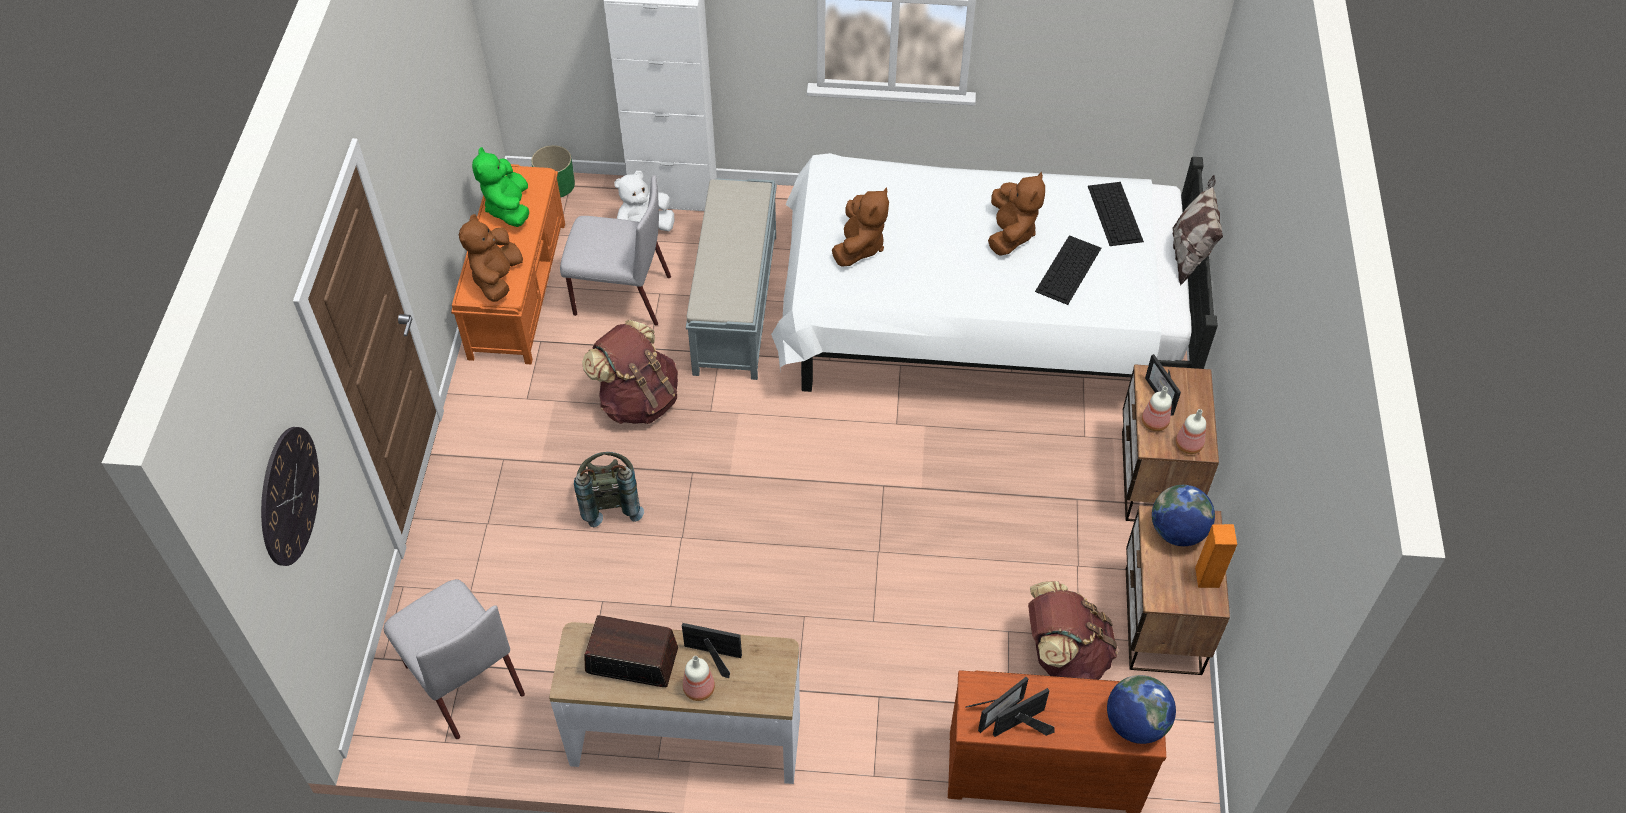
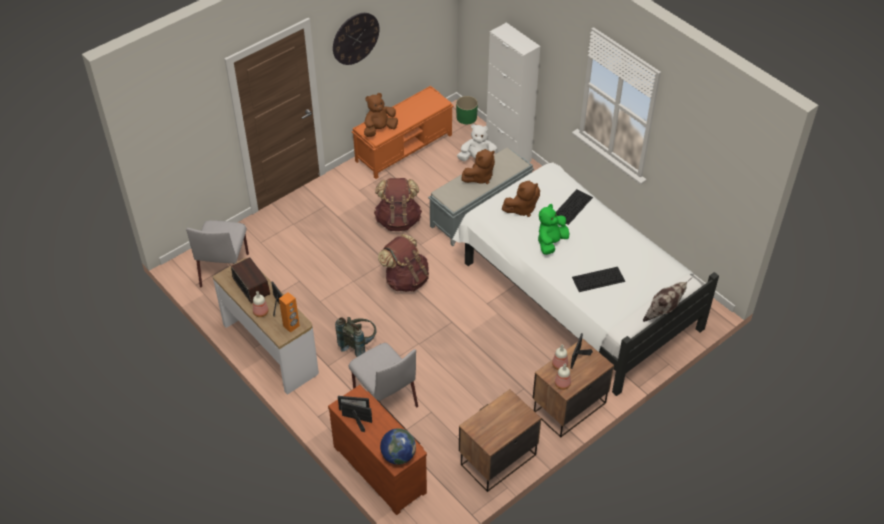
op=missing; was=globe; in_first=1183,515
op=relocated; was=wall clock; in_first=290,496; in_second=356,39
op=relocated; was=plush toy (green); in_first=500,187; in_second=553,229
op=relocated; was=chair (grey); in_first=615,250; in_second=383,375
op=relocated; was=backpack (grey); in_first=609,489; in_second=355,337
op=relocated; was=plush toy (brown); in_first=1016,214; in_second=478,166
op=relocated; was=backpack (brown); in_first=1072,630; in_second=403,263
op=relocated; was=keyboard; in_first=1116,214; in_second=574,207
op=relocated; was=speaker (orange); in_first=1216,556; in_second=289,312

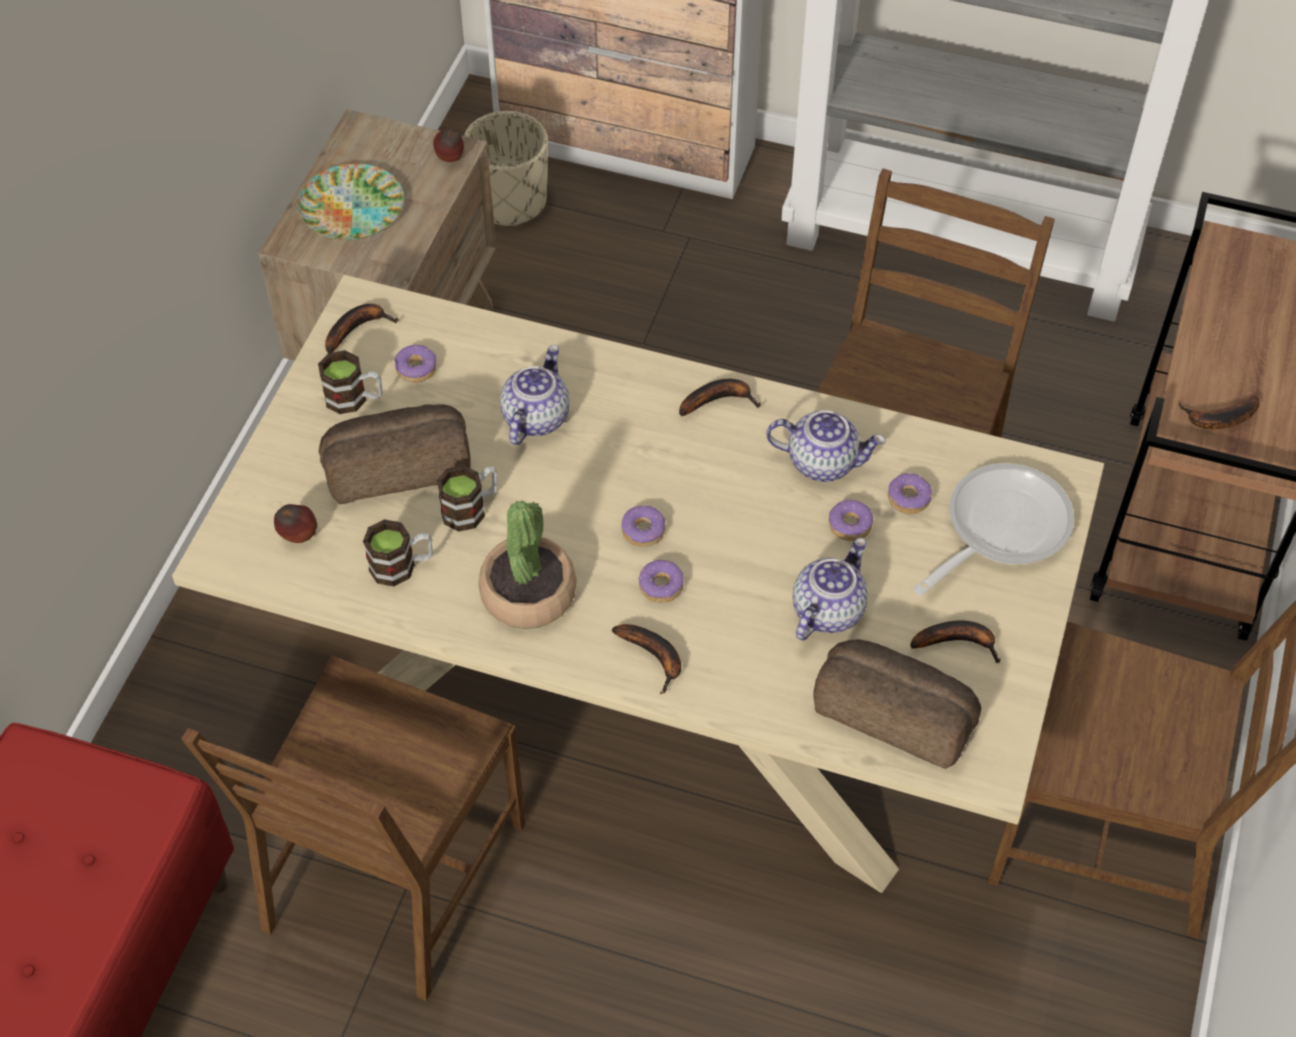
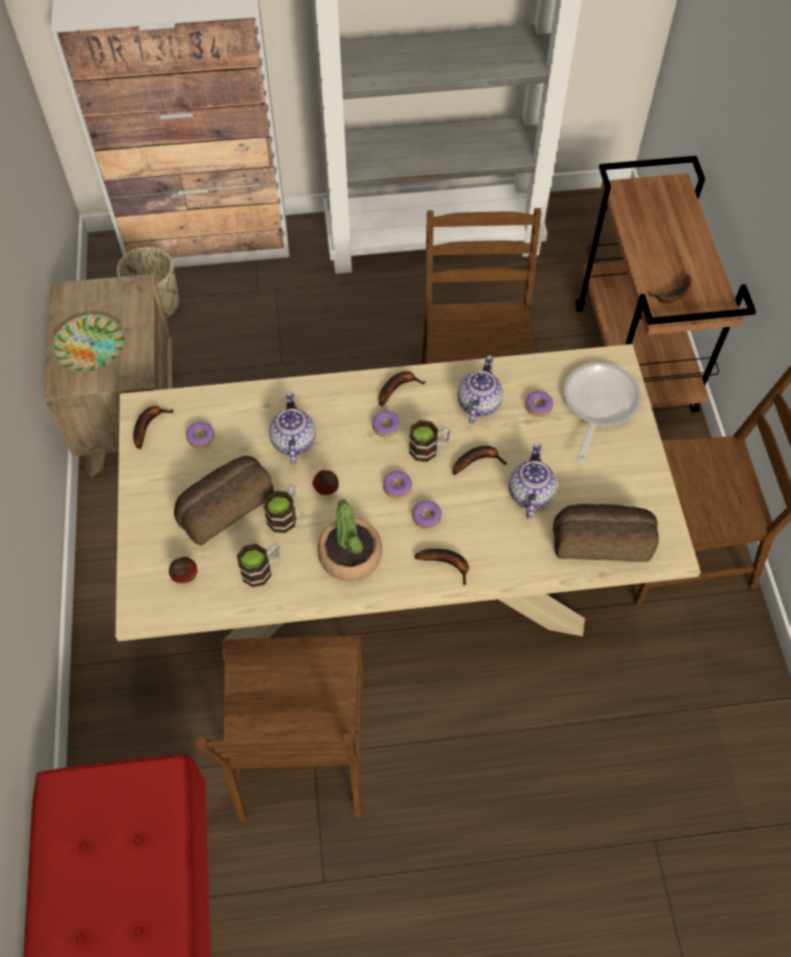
op=relocated; was=mug; in_first=350,382; in_second=430,441
op=relocated; was=apple; in_first=448,145; in_second=326,482
op=relocated; was=donut; in_first=851,520; in_second=386,423
op=relocated; was=banana; in_first=955,641; in_second=479,460
op=spun; was=teapot; in_first=826,446; in_second=480,389; clockwise=-60

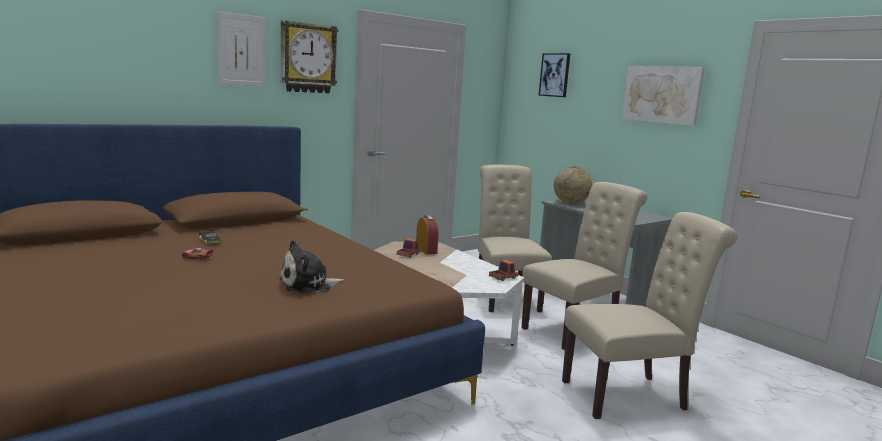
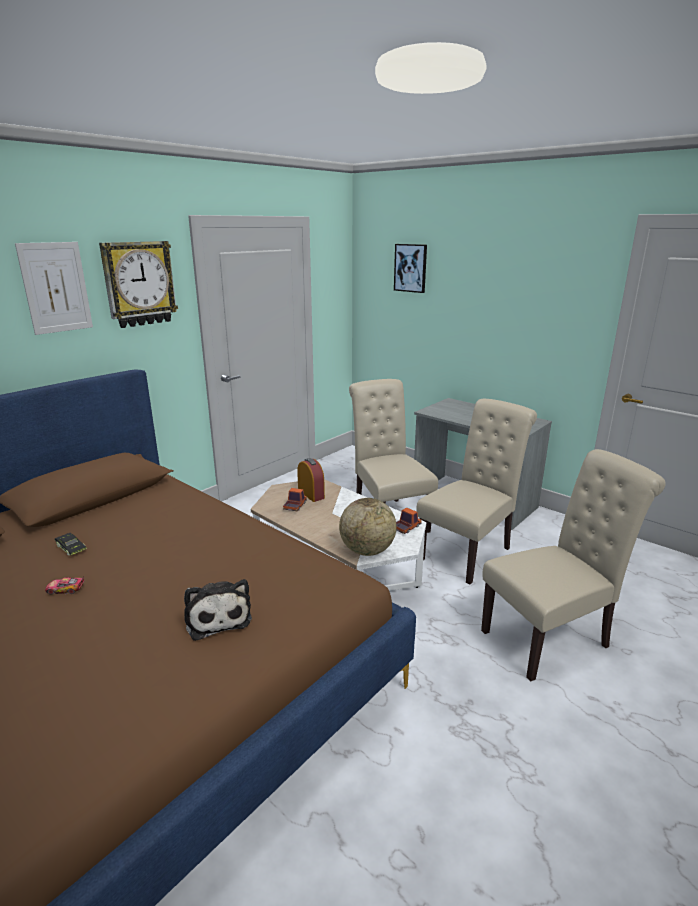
op=missing; was=picture; in_first=663,96
op=relocated; was=globe; in_first=573,185; in_second=368,527
op=spun; was=plush toy; in_first=311,266; in_second=218,610; clockwise=-75

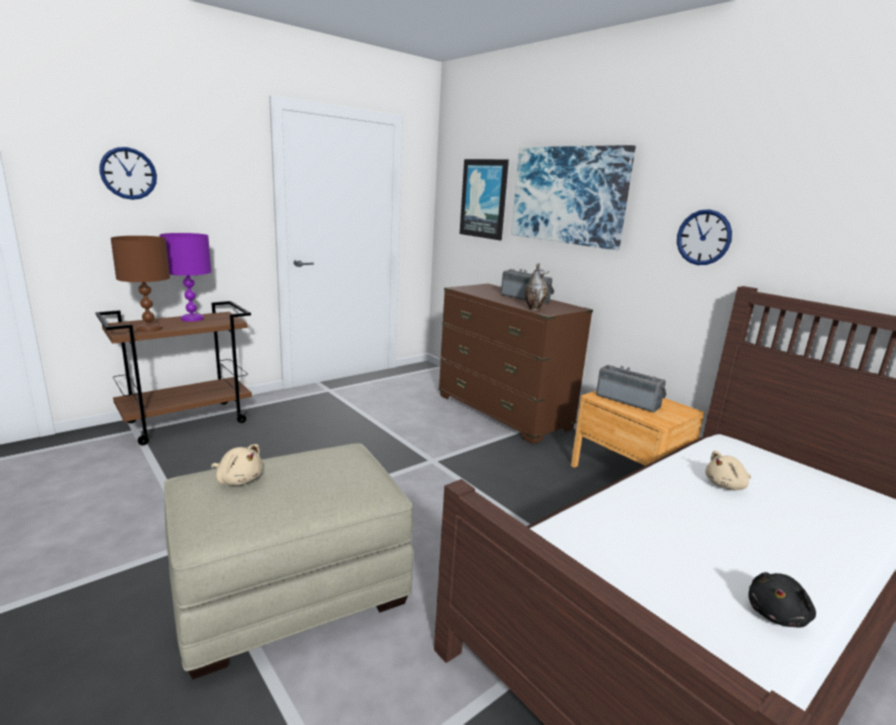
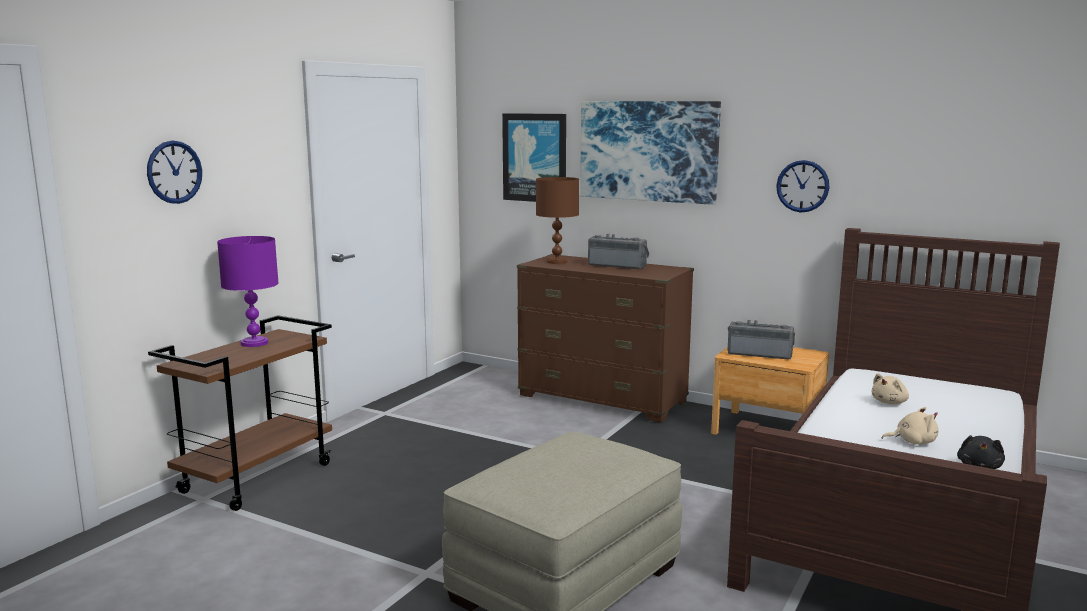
op=missing; was=vase; in_first=536,287
op=relocated; was=table lamp (brown); in_first=140,284; in_second=557,220
op=relocated; was=plush toy (beige); in_first=237,465; in_second=910,426

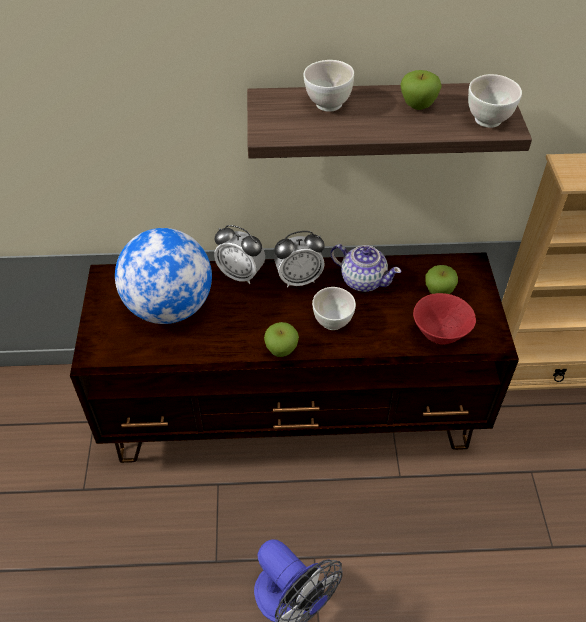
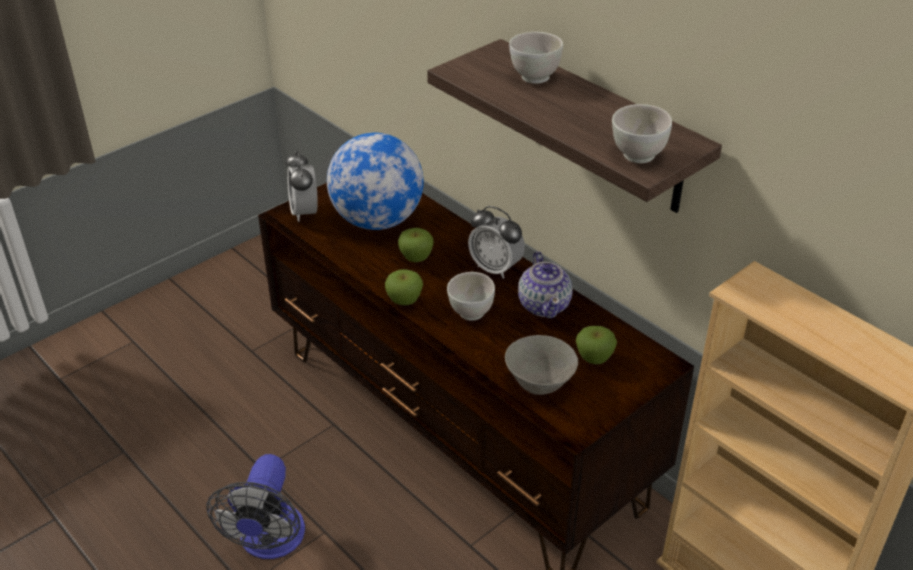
op=relocated; was=alarm clock; in_first=239,254; in_second=302,186
op=relocated; was=apple; in_first=421,90; in_second=416,245
op=colour; was=bowl (red); now=bowl (grey); in_first=444,319; in_second=541,365

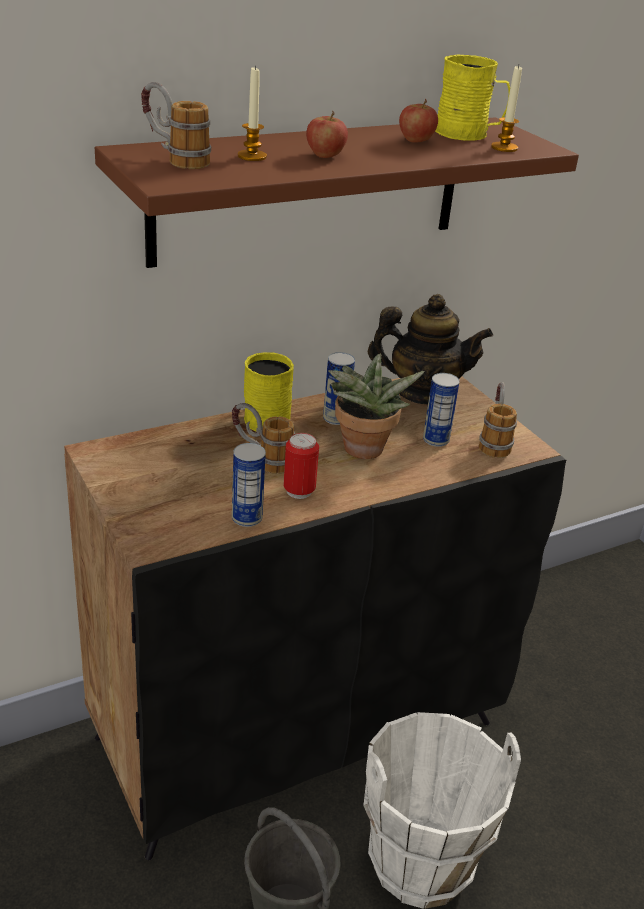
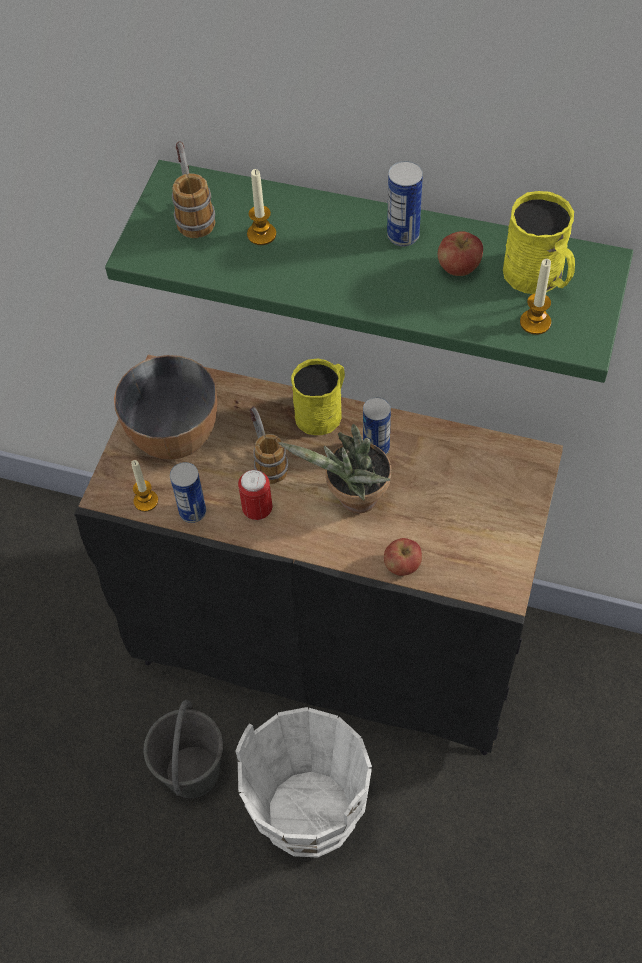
op=missing; was=teapot; in_first=430,349
op=missing; was=mug; in_first=498,420
op=appeared; now=bowl; in_second=166,407
op=appeared; now=candle; in_second=144,486
op=relocated; was=apple; in_first=327,134; in_second=403,557
op=relocated; was=can; in_first=441,410; in_second=405,203
op=colour; was=shelf (brown); now=shelf (green); in_first=337,192; in_second=369,271

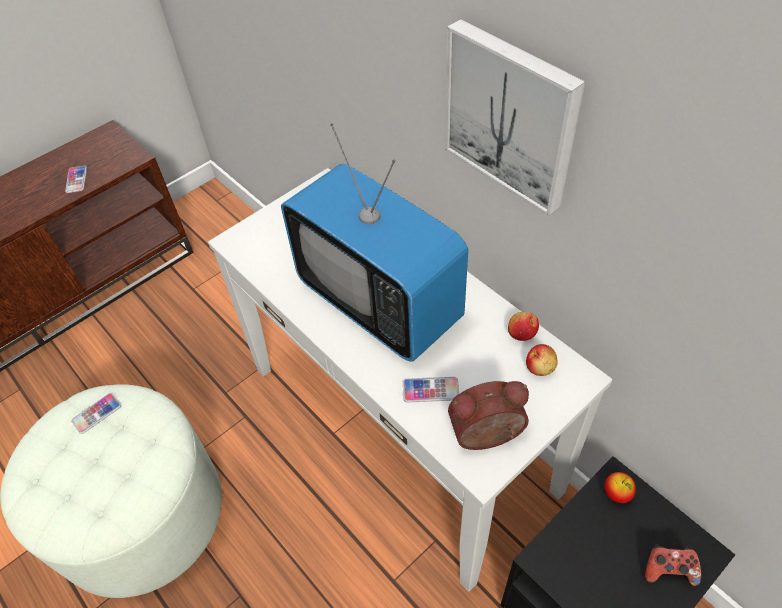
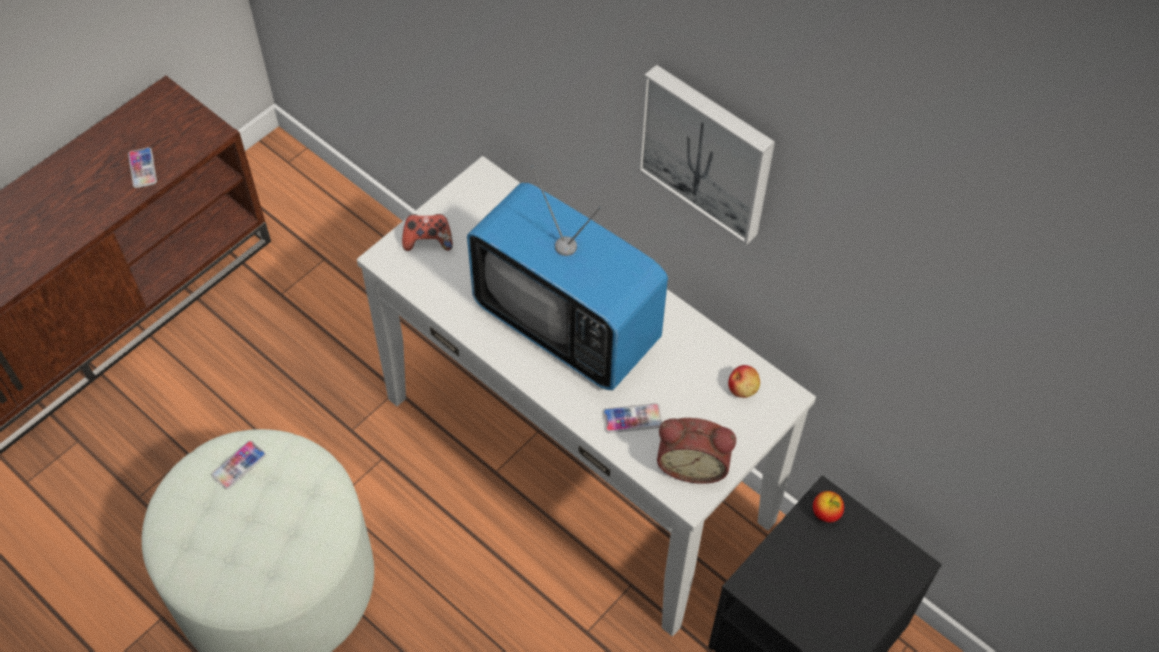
op=missing; was=apple; in_first=523,326
op=relocated; was=game controller; in_first=673,565; in_second=427,232
op=spun; was=alarm clock; in_first=488,415; in_second=696,451; clockwise=-150

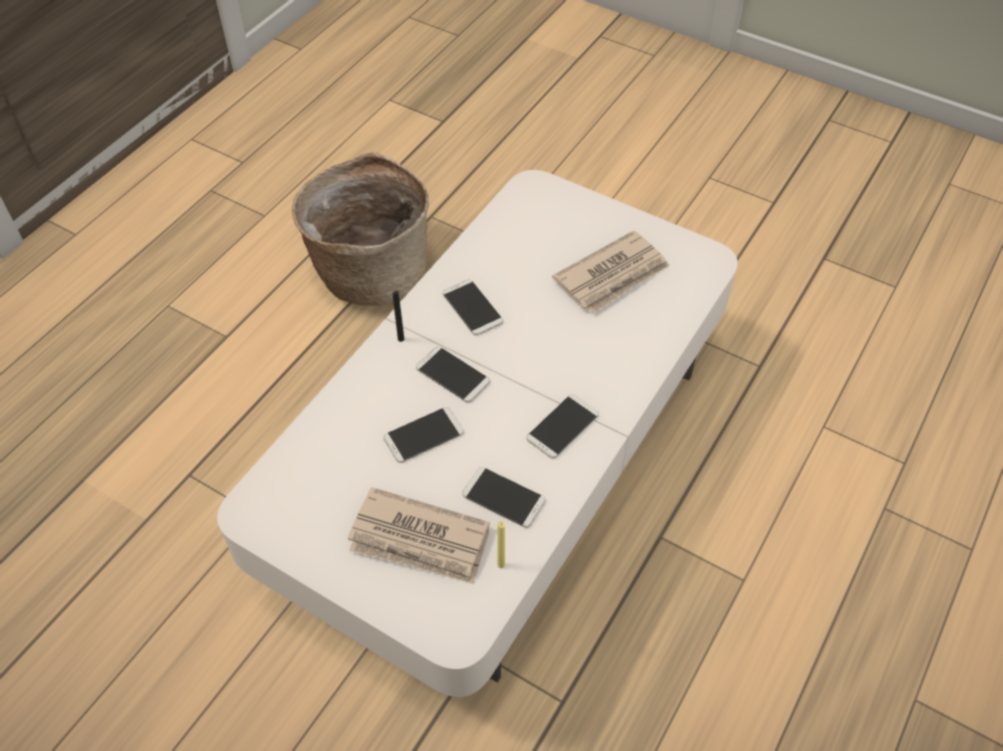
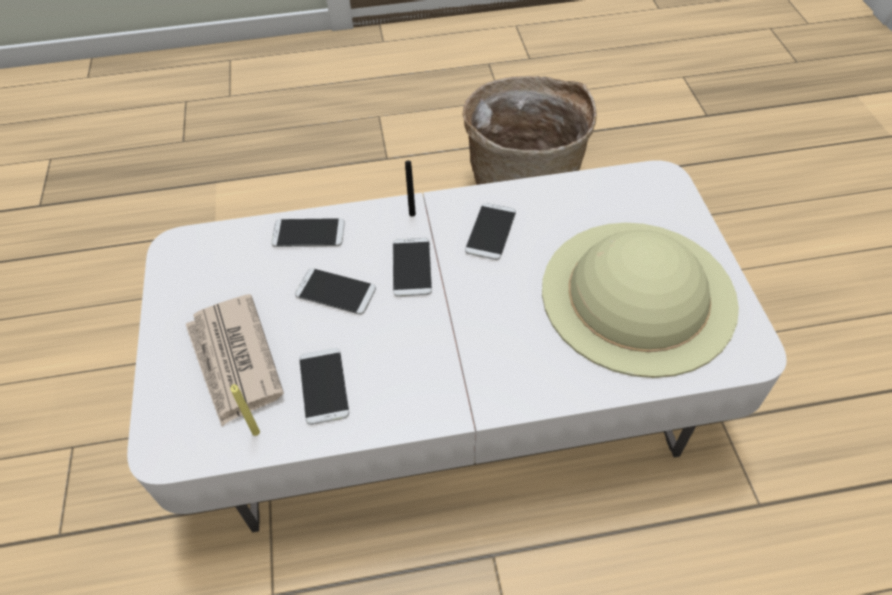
op=relocated; was=phone; in_first=563,426; in_second=308,232
op=exchanged; was=newspaper; now=hat (beige); in_first=611,272; in_second=640,300

